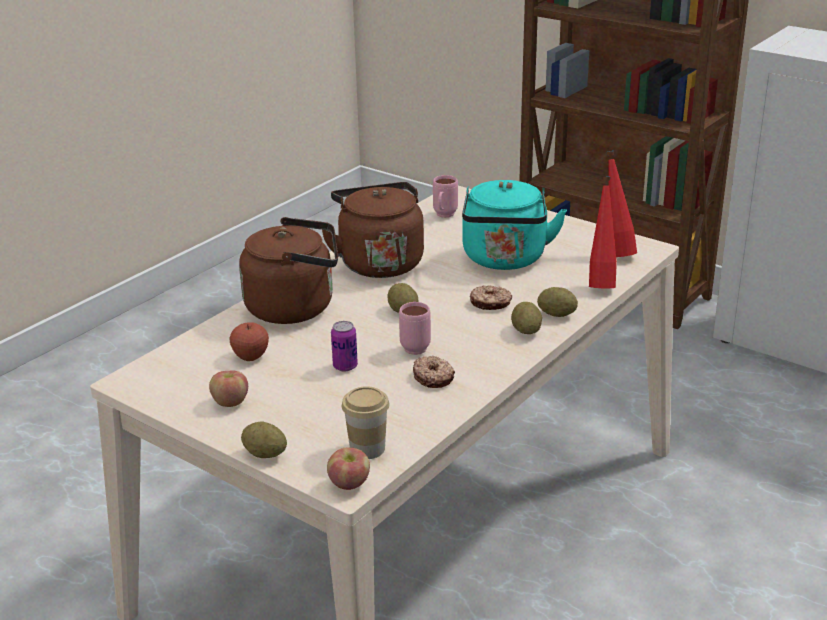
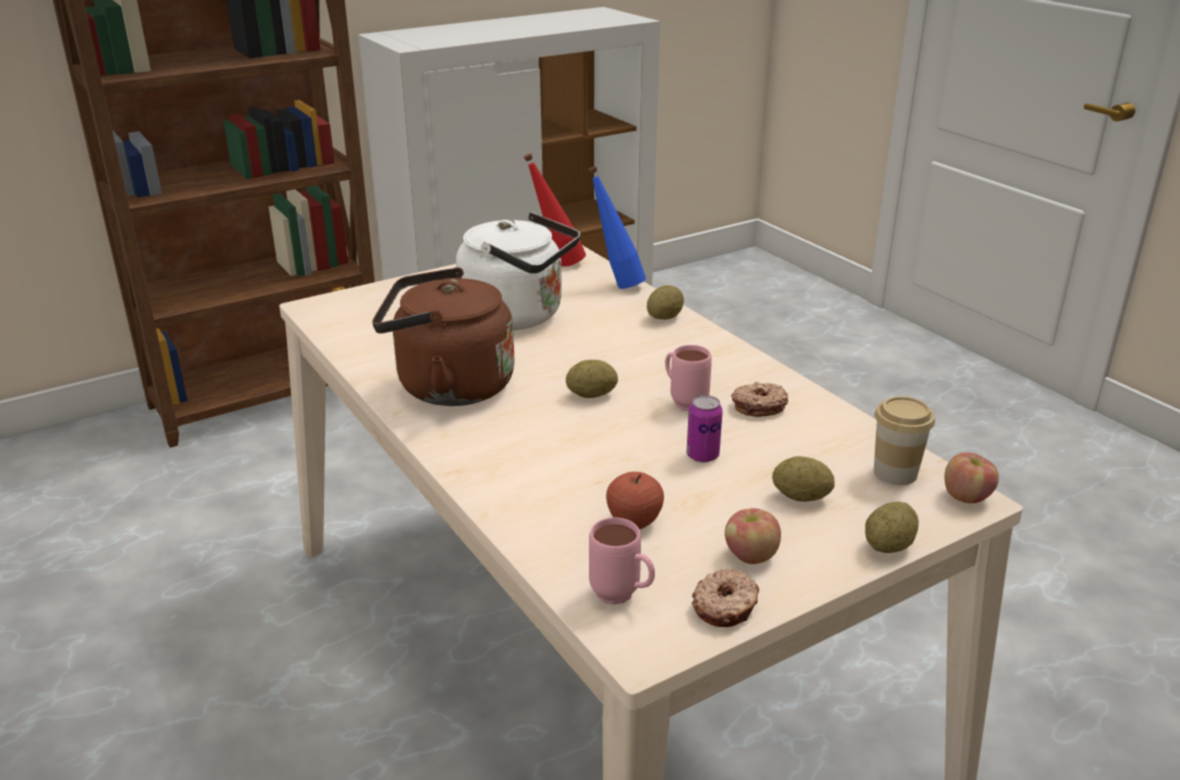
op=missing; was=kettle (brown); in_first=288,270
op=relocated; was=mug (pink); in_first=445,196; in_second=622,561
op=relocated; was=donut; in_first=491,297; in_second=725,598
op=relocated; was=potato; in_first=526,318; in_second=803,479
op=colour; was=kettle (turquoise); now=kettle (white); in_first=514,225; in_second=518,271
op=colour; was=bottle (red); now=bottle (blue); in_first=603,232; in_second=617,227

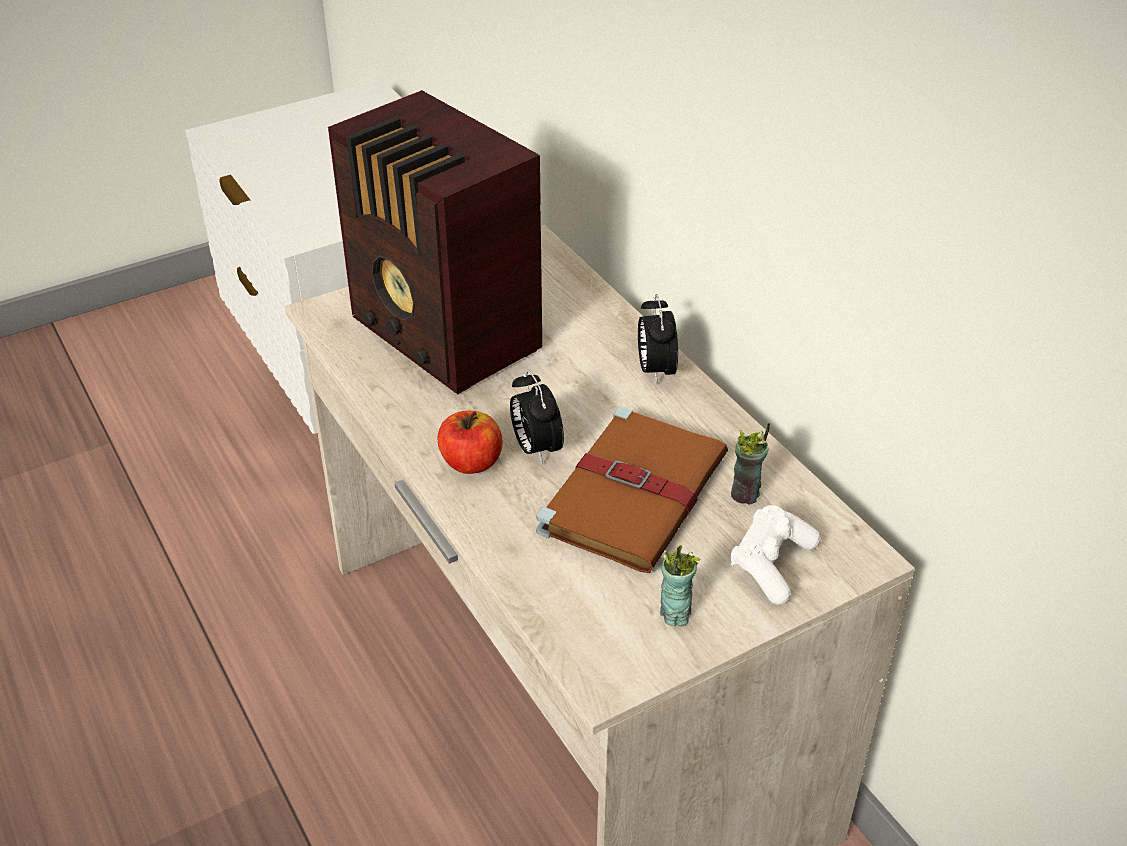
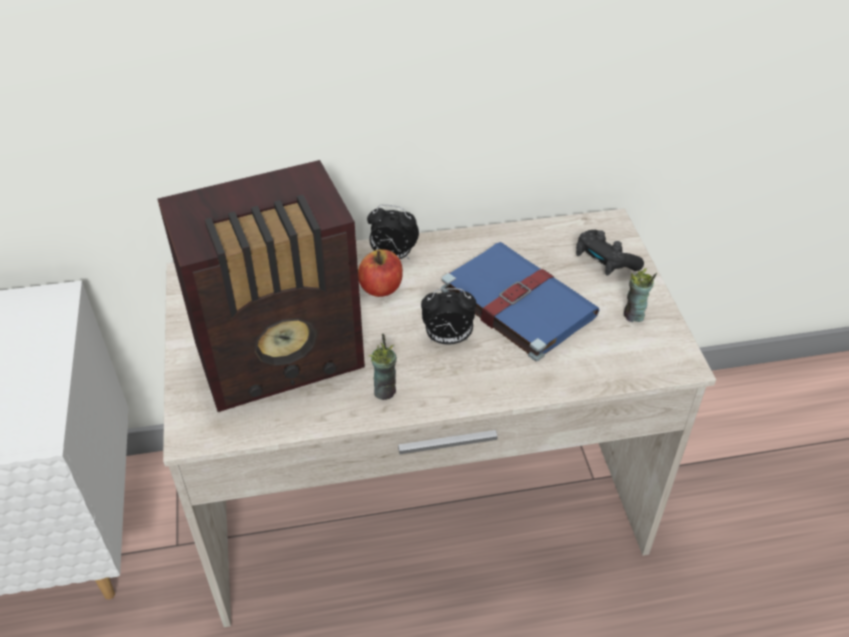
op=relocated; was=apple; in_first=469,442; in_second=380,273
op=relocated; was=cup; in_first=750,464; in_second=383,367
op=colour; was=book (brown); now=book (blue); in_first=632,490; in_second=520,301
op=colour; was=game controller (white); now=game controller (black); in_first=775,555; in_second=610,253

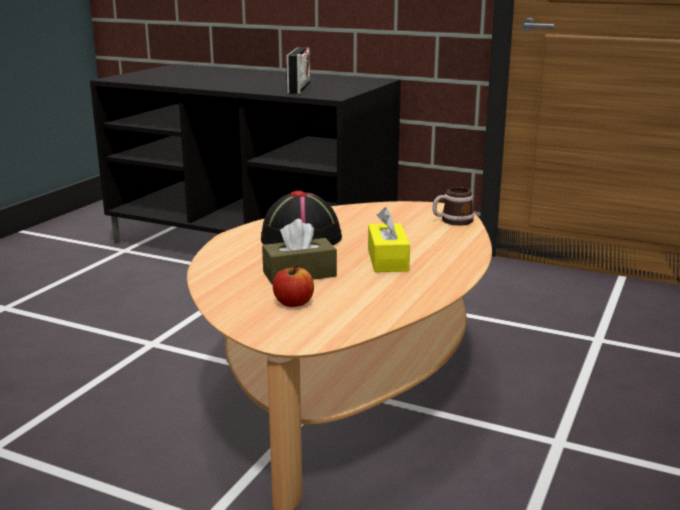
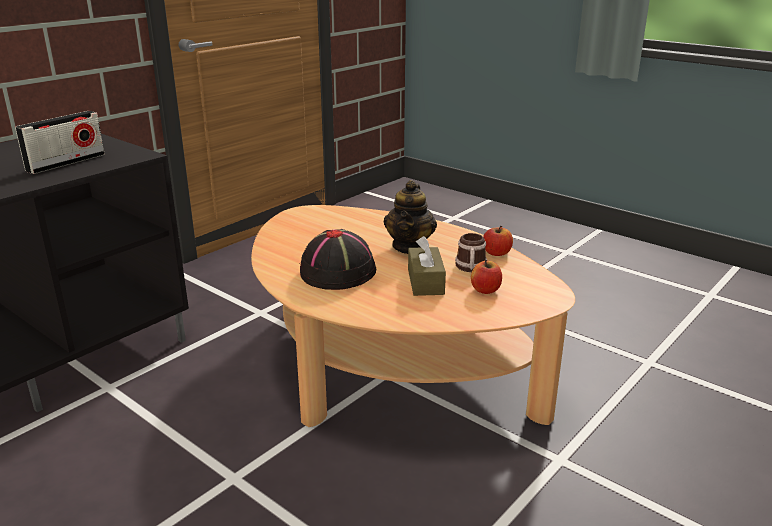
op=appeared; now=apple; in_second=498,241
op=relocated; was=mug; in_first=453,206; in_second=471,252
op=exchanged; was=tissue box (yellow); now=teapot; in_first=389,239; in_second=410,217
op=spun; was=radio; in_first=298,70; in_second=60,142; clockwise=105

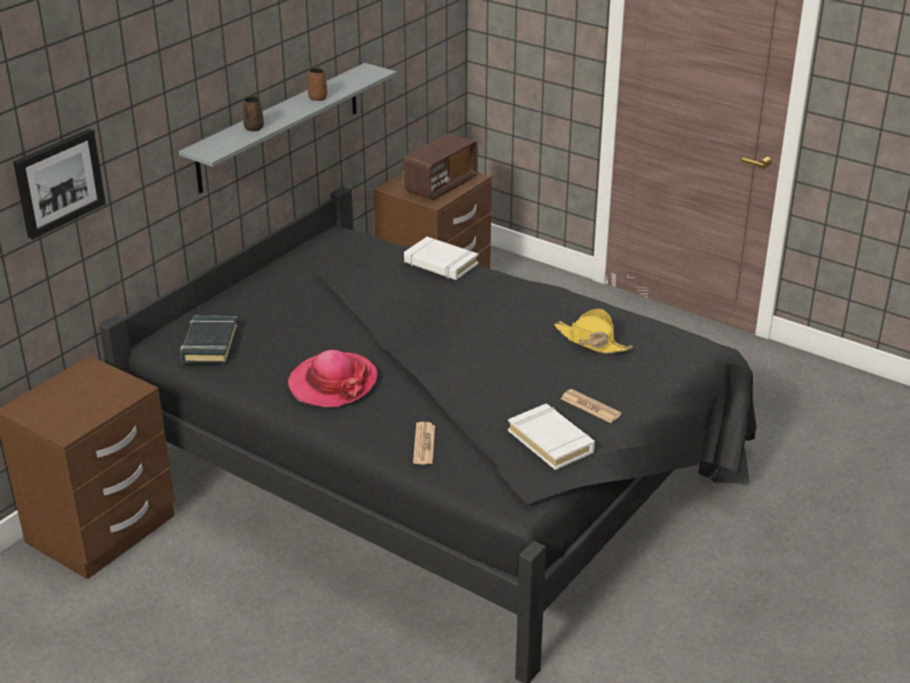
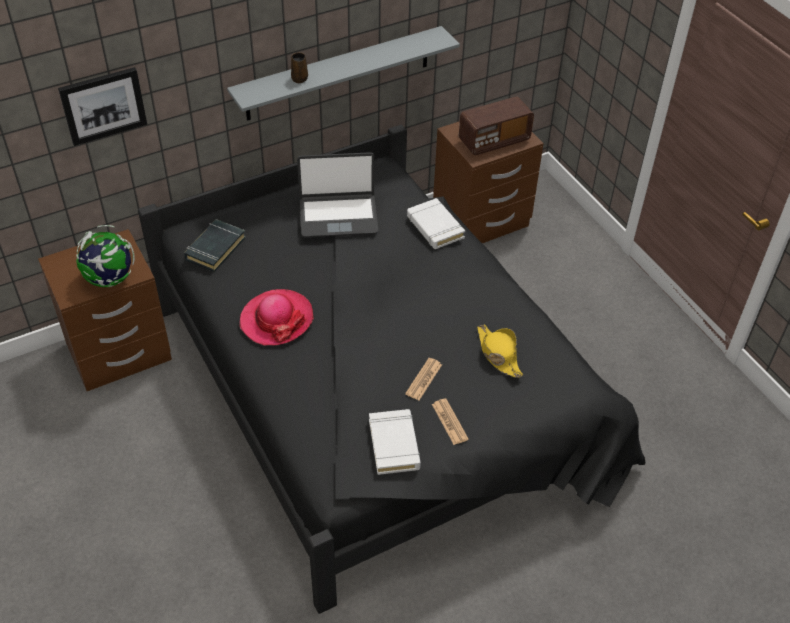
op=missing; was=mug (brown); in_first=318,84
op=appeared; now=globe; in_second=105,256
op=appeared; now=laptop; in_second=337,195
op=relocated; was=newspaper; in_first=424,443; in_second=423,379

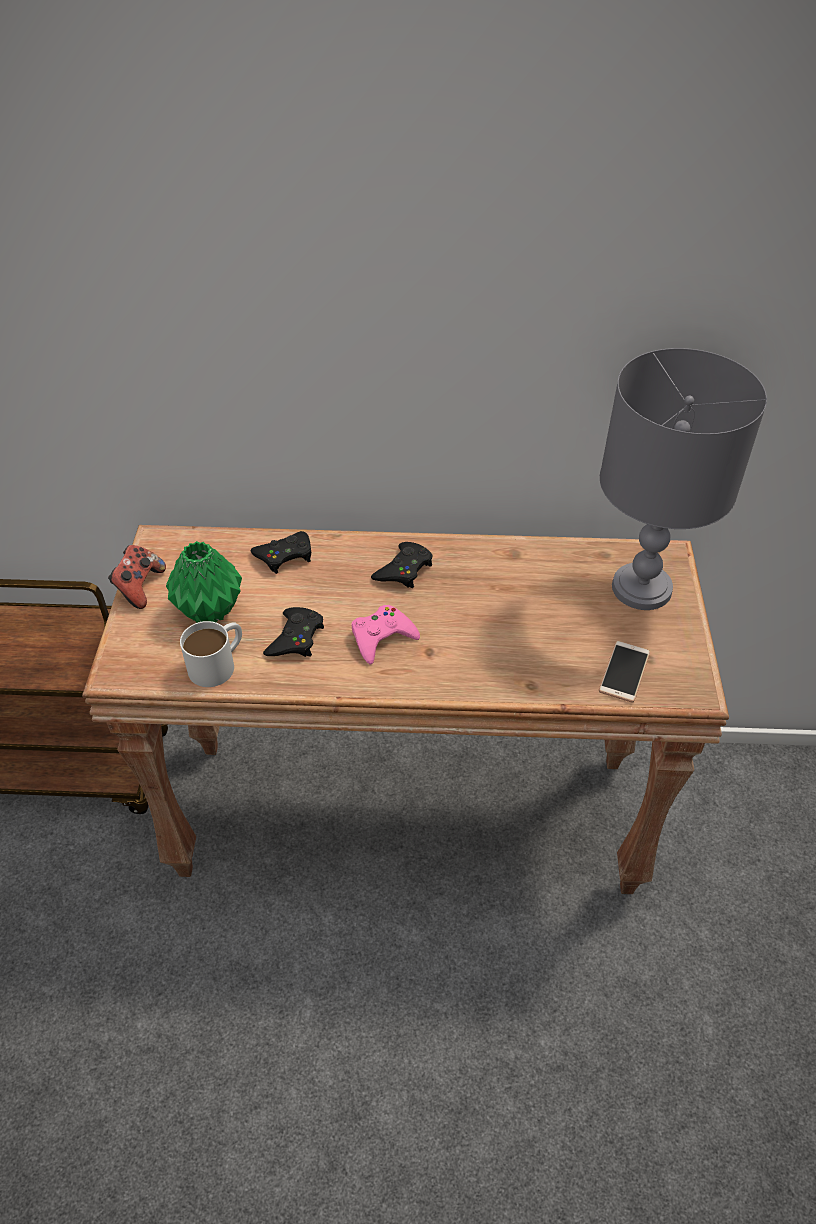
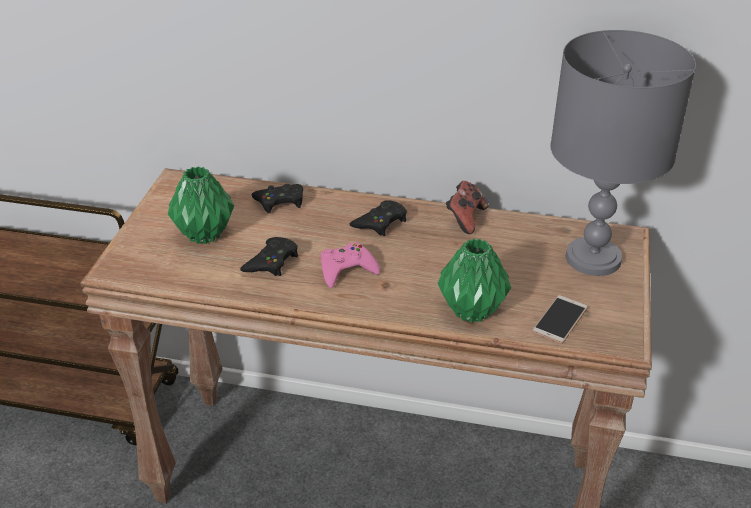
op=missing; was=mug (white); in_first=211,654
op=appeared; now=vase (green); in_second=474,280
op=relocated; was=game controller; in_first=137,577; in_second=467,207

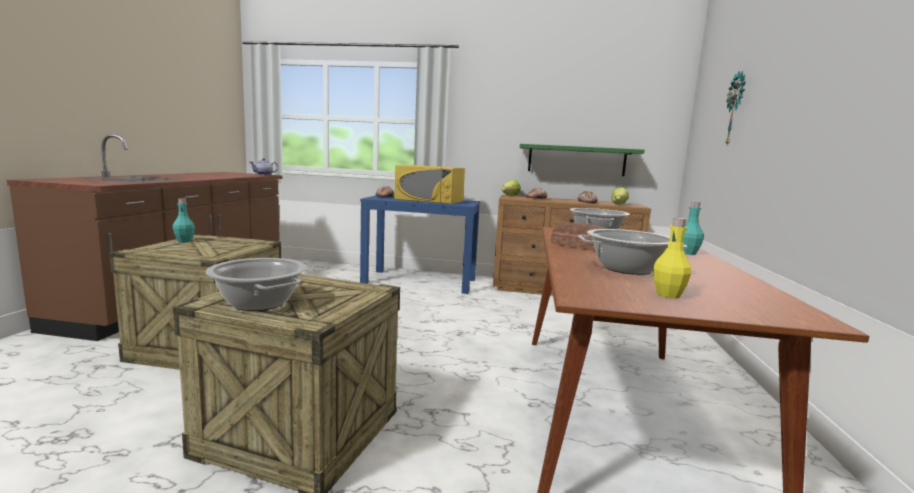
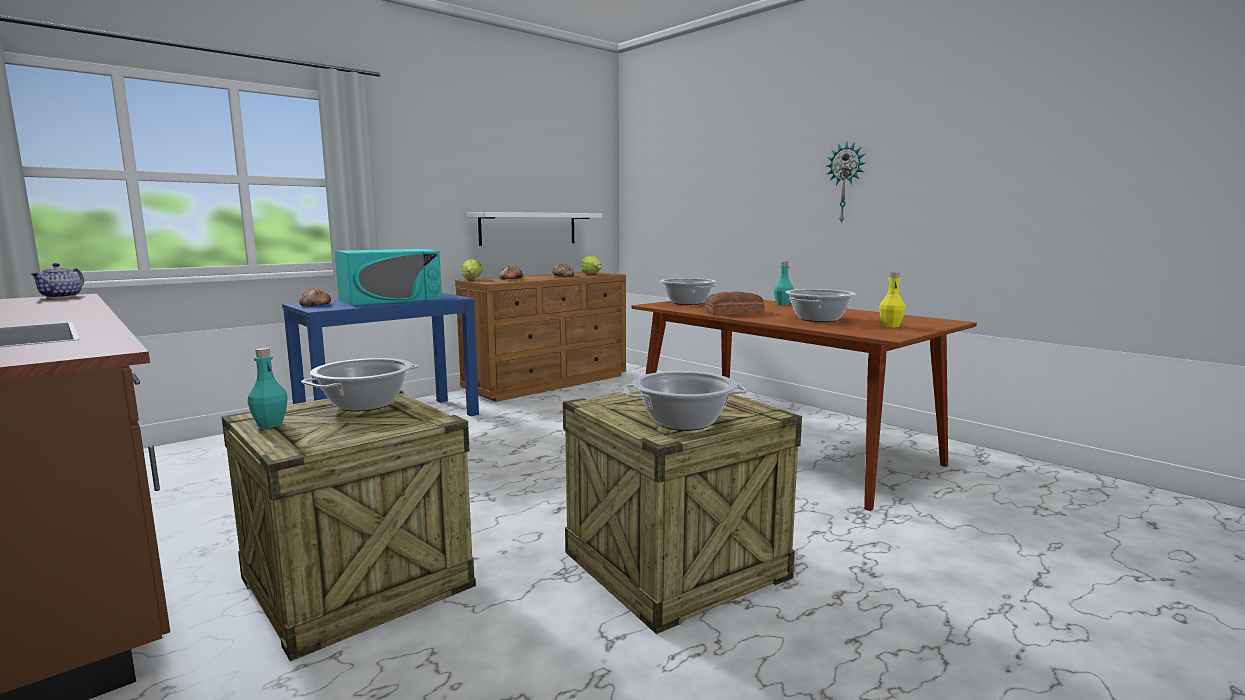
op=appeared; now=cooking pot; in_second=360,385
op=relocated; was=wall clock; in_first=735,108; in_second=845,183
op=colour; was=microwave (yellow); now=microwave (turquoise); in_first=429,184; in_second=388,277
op=colour; was=shelf (green); now=shelf (white); in_first=582,160; in_second=534,229

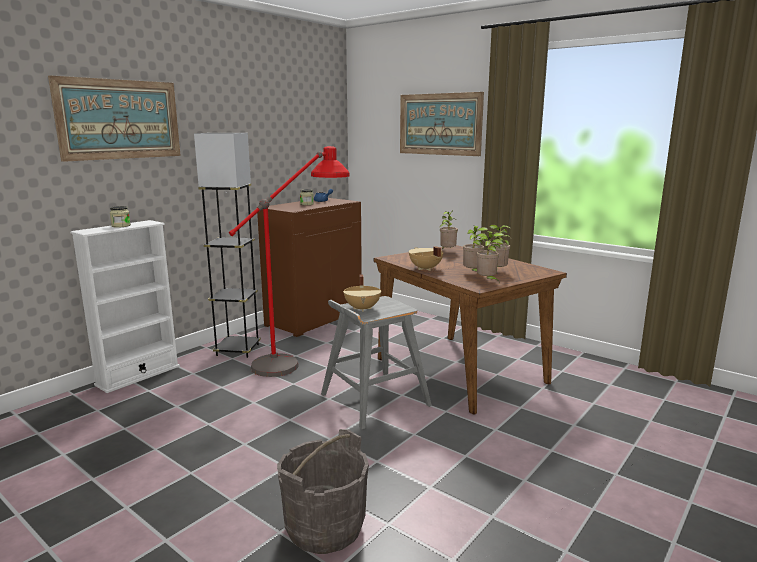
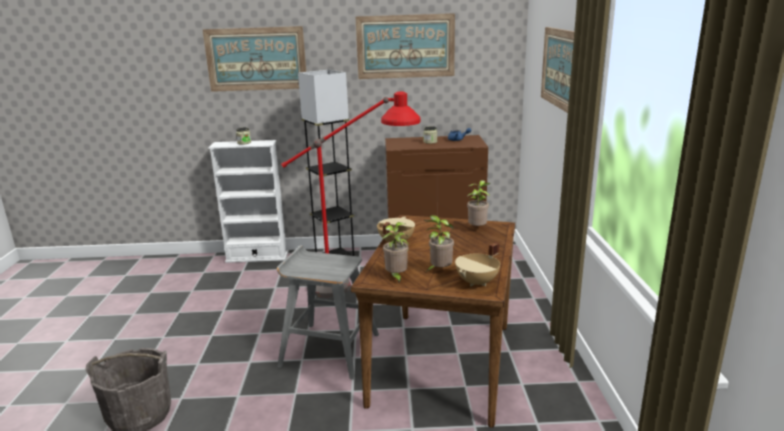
op=missing; was=potted plant; in_first=475,248
op=appeared; now=picture; in_second=405,46
op=relocated; was=cooking pot (beige); in_first=362,293; in_second=477,264

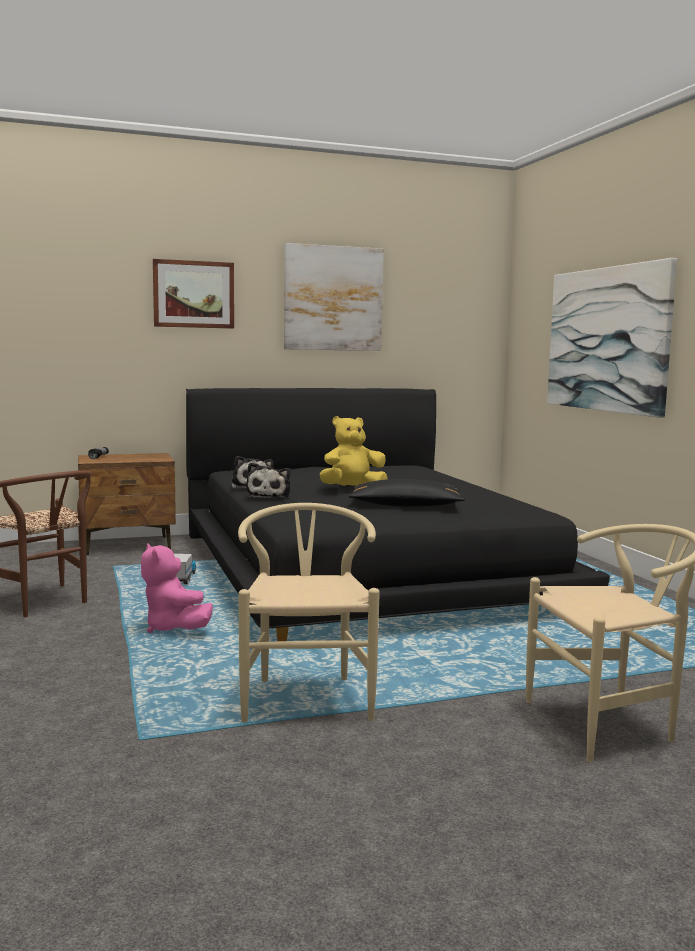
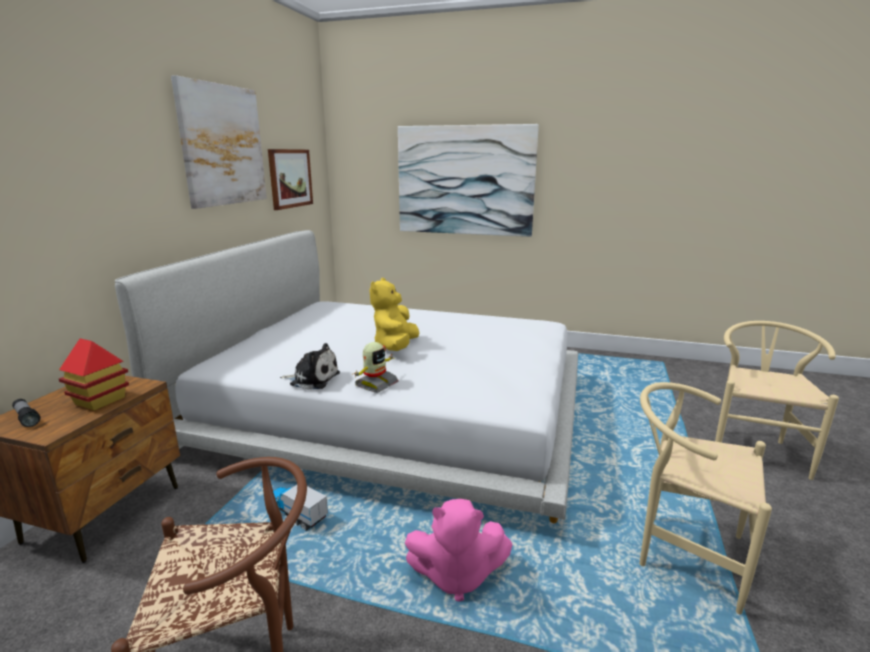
op=missing; was=pillow (black); in_first=407,493
op=appeared; now=toy house; in_second=94,374
op=relocated; was=picture; in_first=193,294; in_second=290,179
op=exchanged; was=plush toy; now=toy robot; in_first=268,480; in_second=376,367
op=colour; was=bed (black); now=bed (white); in_first=398,514; in_second=346,376

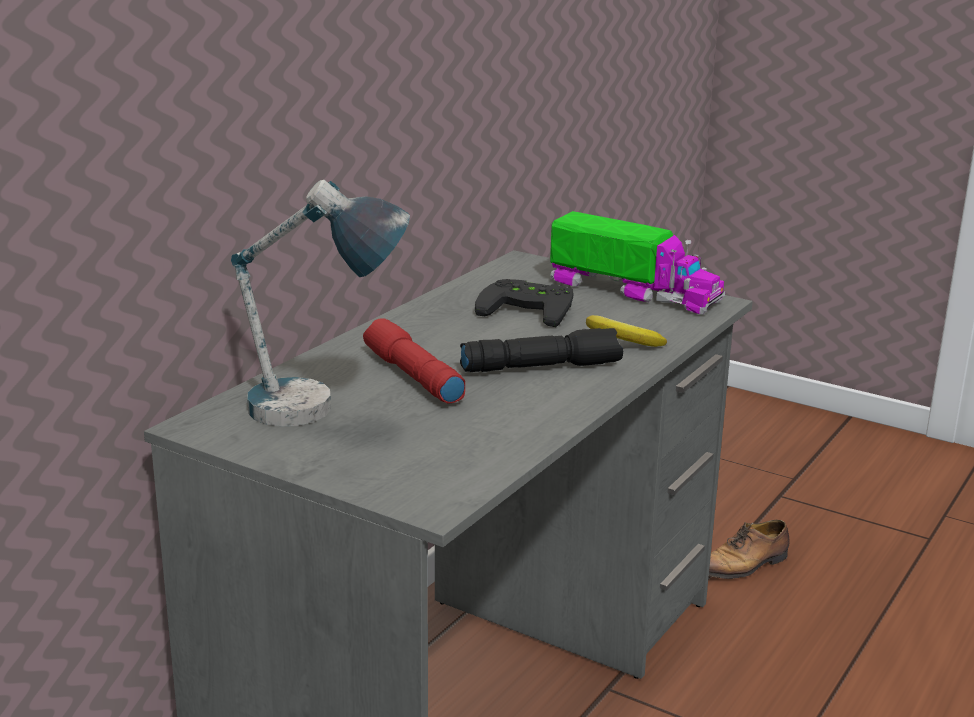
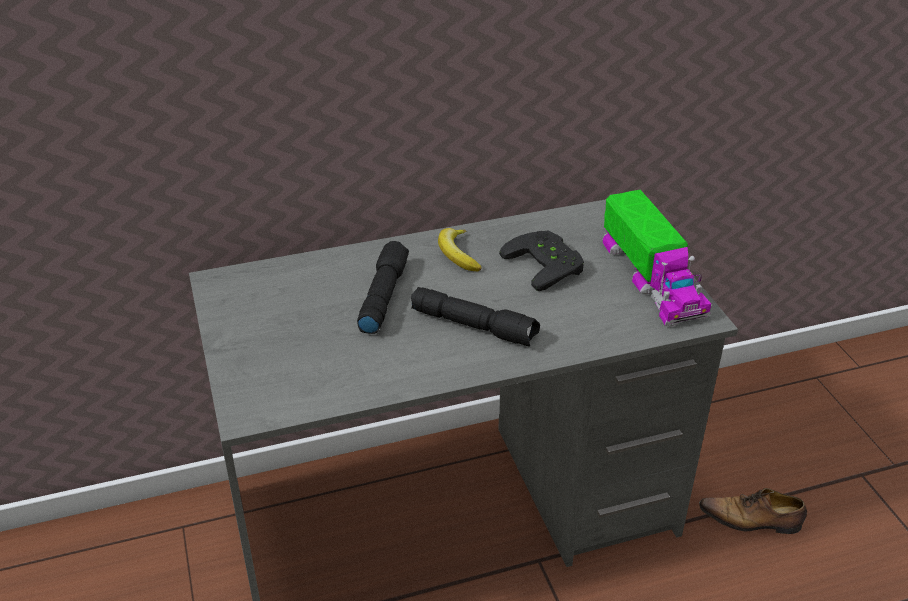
op=missing; was=table lamp; in_first=320,303
op=relocated; was=banana; in_first=626,331; in_second=460,249
op=colour; was=flashlight (red); now=flashlight (black); in_first=414,361; in_second=383,287

